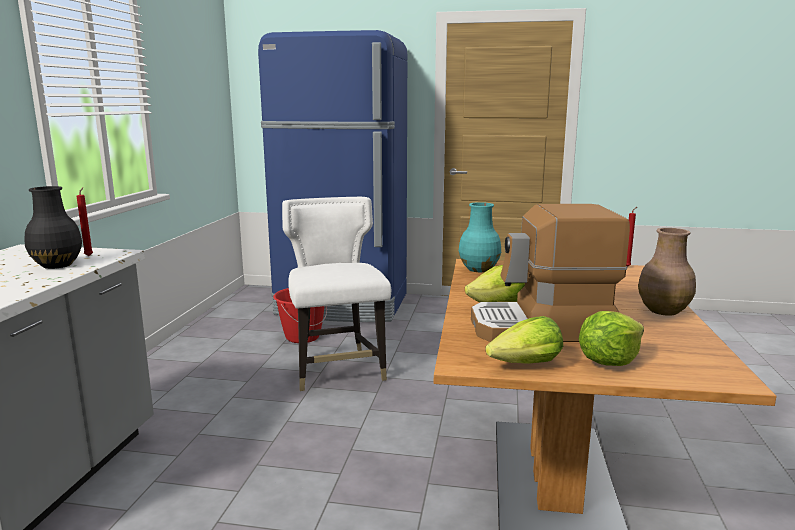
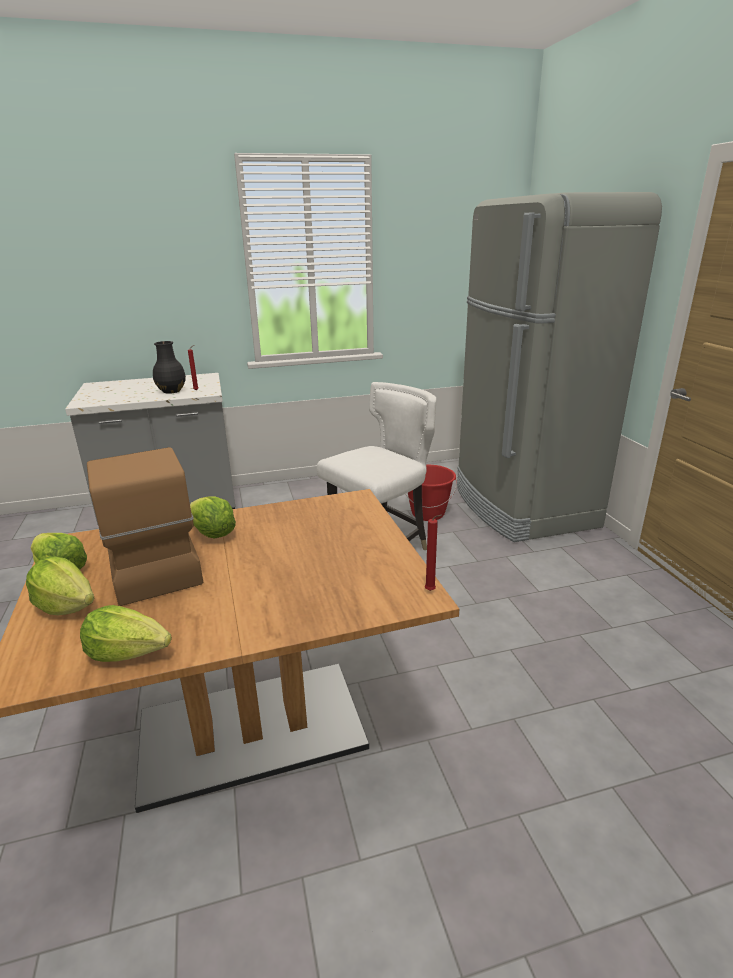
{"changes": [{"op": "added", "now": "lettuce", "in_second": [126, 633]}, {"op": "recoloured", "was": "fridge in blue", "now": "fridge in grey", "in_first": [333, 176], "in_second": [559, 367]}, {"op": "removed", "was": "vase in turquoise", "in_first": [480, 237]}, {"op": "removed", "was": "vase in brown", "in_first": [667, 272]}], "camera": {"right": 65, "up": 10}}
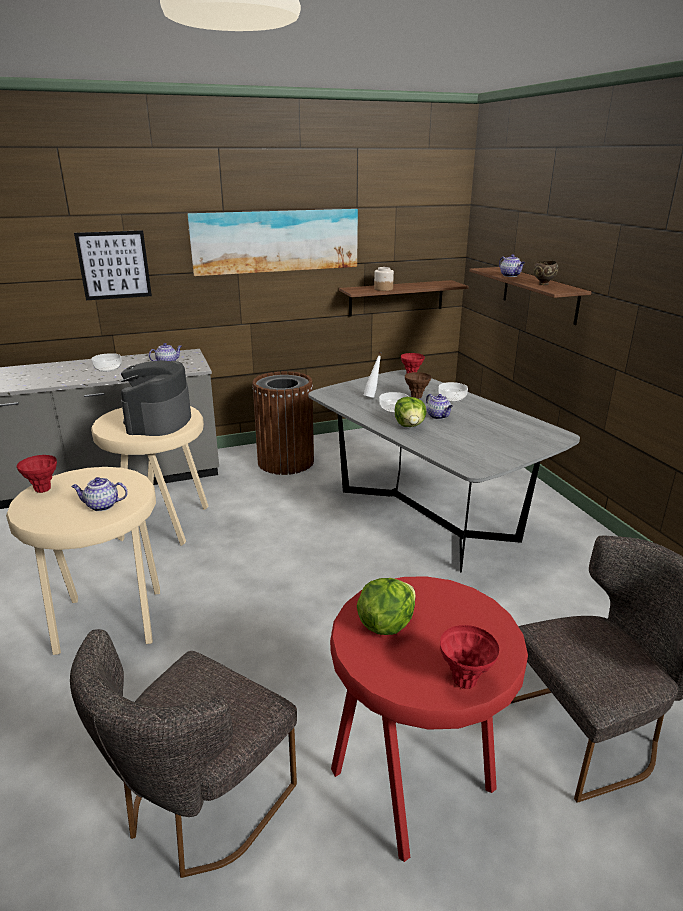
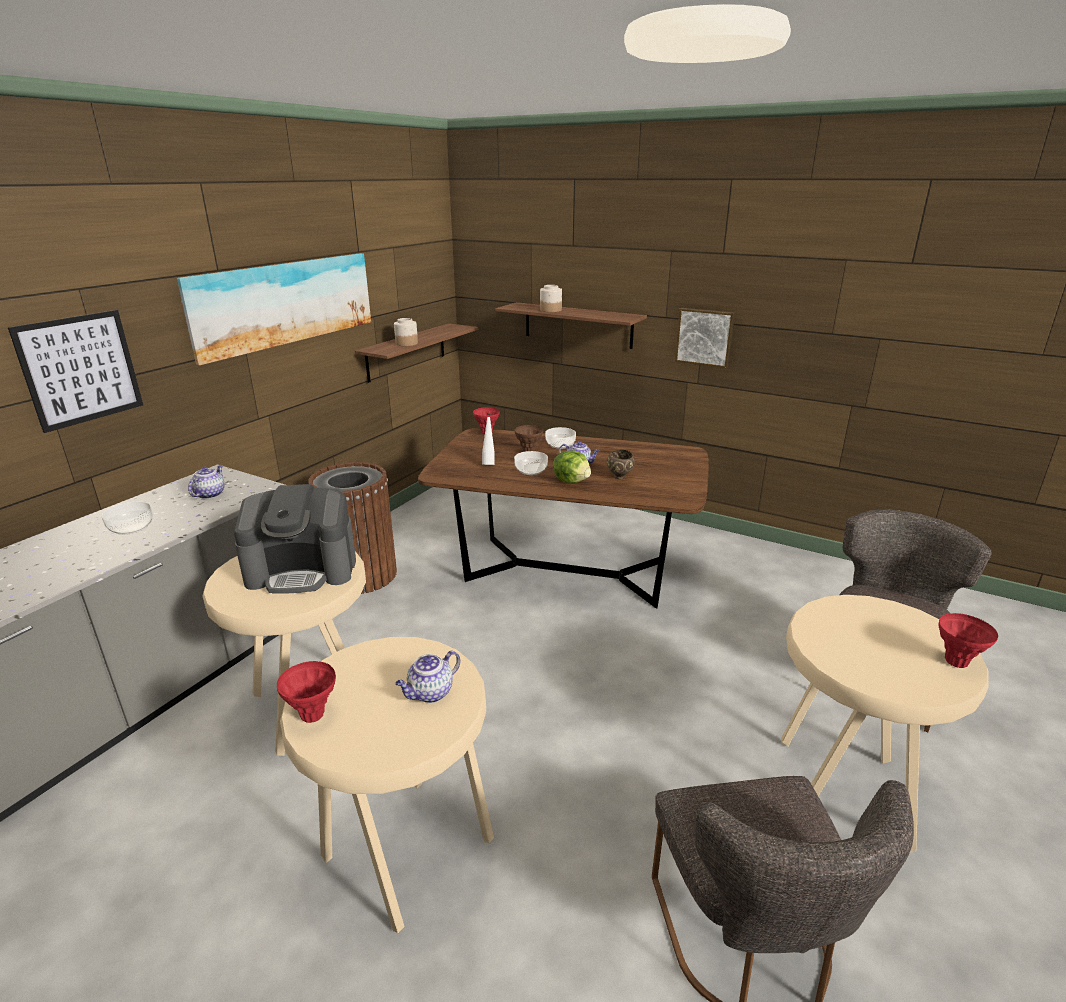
{"changes": [{"op": "turned", "was": "coffee machine", "in_first": [156, 398], "in_second": [295, 539], "clockwise": -60}, {"op": "recoloured", "was": "dining table in grey", "now": "dining table in brown", "in_first": [444, 471], "in_second": [563, 518]}, {"op": "replaced", "was": "teapot", "now": "jar", "in_first": [512, 265], "in_second": [551, 298]}, {"op": "moved", "was": "bowl in brown", "in_first": [545, 273], "in_second": [621, 464]}, {"op": "added", "now": "picture", "in_second": [705, 338]}, {"op": "recoloured", "was": "stool in red", "now": "stool in beige", "in_first": [429, 719], "in_second": [885, 724]}, {"op": "removed", "was": "lettuce", "in_first": [386, 606]}], "camera": {"right": -40, "up": 0}}
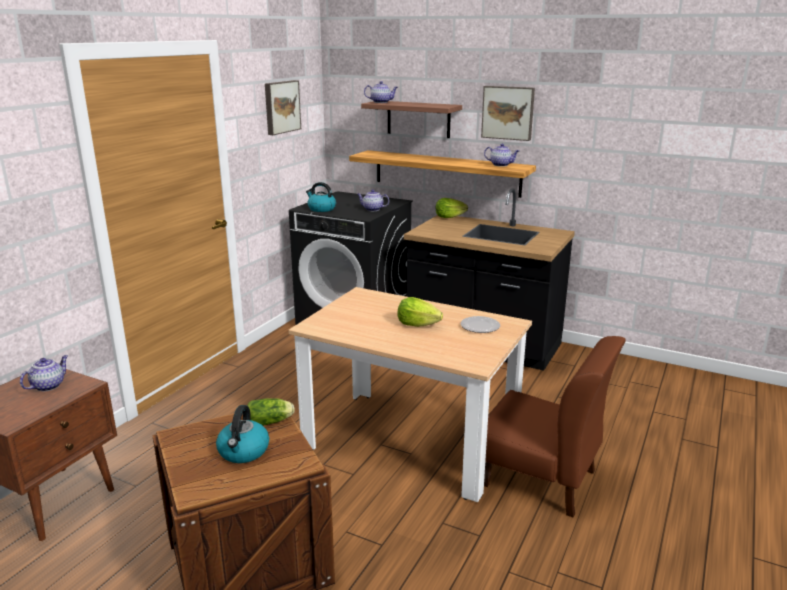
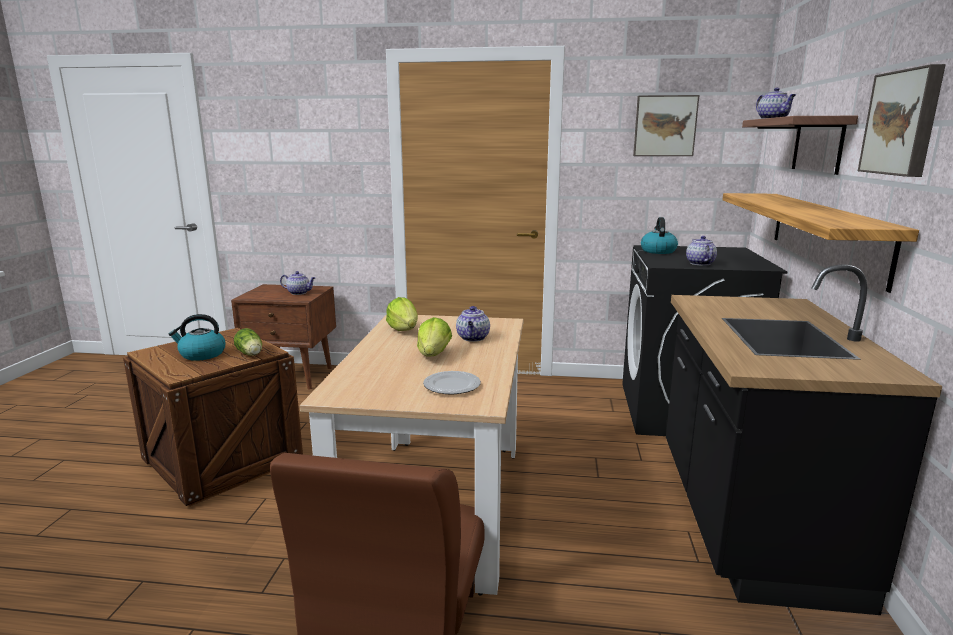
{"changes": [{"op": "moved", "was": "lettuce", "in_first": [452, 208], "in_second": [402, 314]}, {"op": "moved", "was": "teapot", "in_first": [501, 155], "in_second": [473, 324]}], "camera": {"right": 70, "up": -5}}
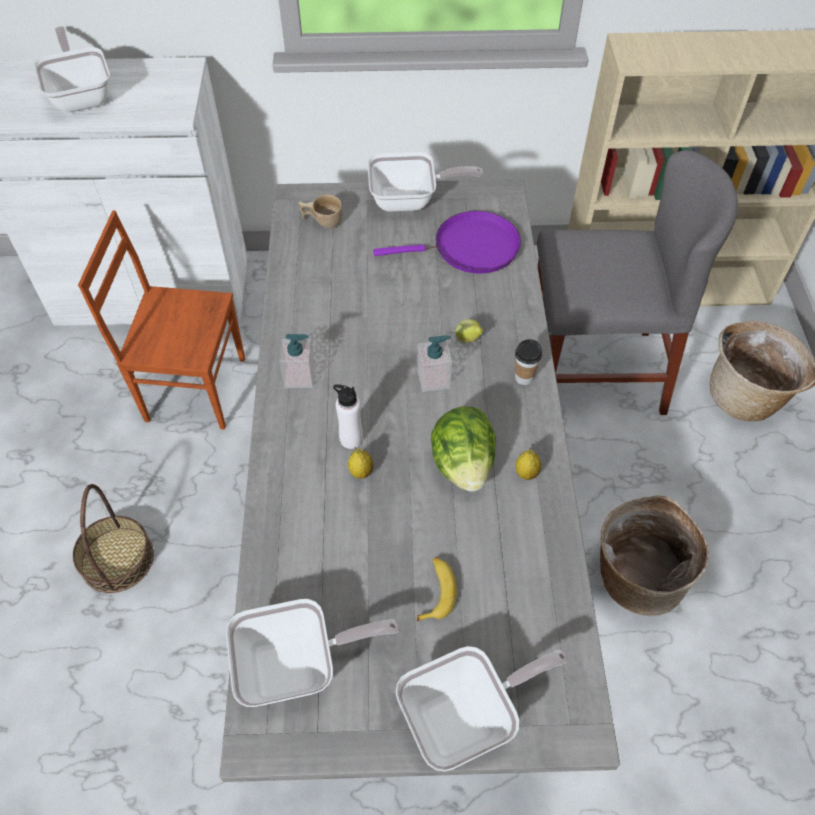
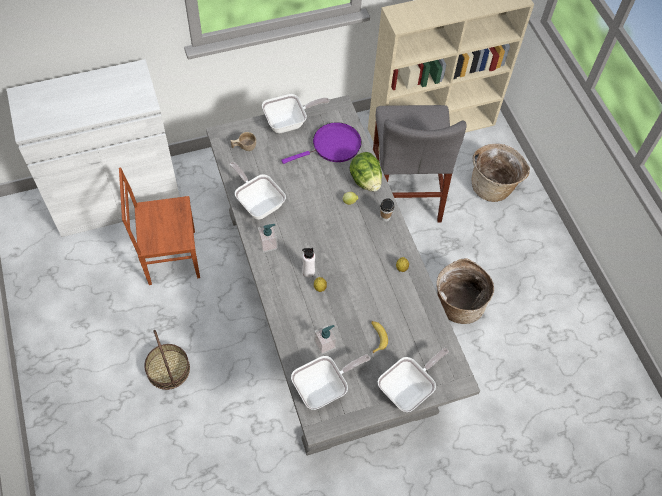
{"changes": [{"op": "moved", "was": "frying pan", "in_first": [72, 69], "in_second": [257, 191]}, {"op": "moved", "was": "soap dispenser", "in_first": [434, 364], "in_second": [325, 339]}, {"op": "moved", "was": "lettuce", "in_first": [463, 449], "in_second": [365, 171]}, {"op": "turned", "was": "chair in grey", "in_first": [637, 282], "in_second": [420, 164], "clockwise": 105}], "camera": {"right": -20, "up": 5}}
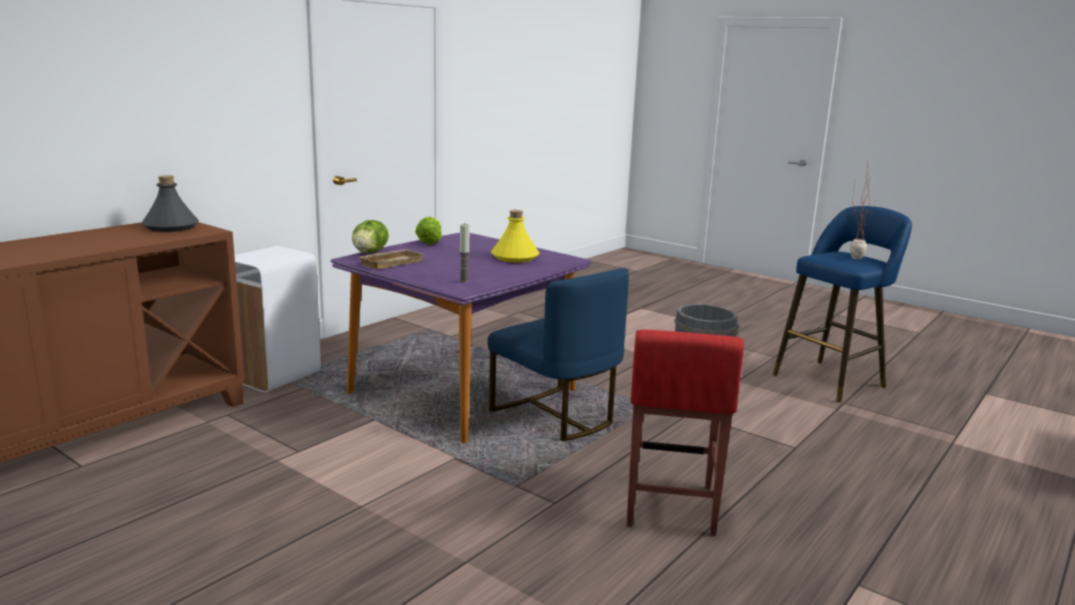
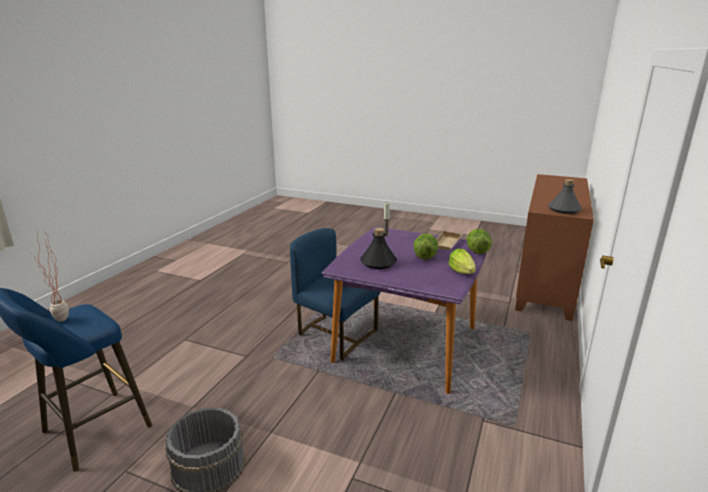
{"changes": [{"op": "recoloured", "was": "bottle in yellow", "now": "bottle in black", "in_first": [515, 236], "in_second": [378, 248]}, {"op": "added", "now": "lettuce", "in_second": [425, 246]}, {"op": "removed", "was": "trash can in white", "in_first": [277, 319]}, {"op": "removed", "was": "stool in red", "in_first": [685, 433]}], "camera": {"right": 165, "up": 5}}
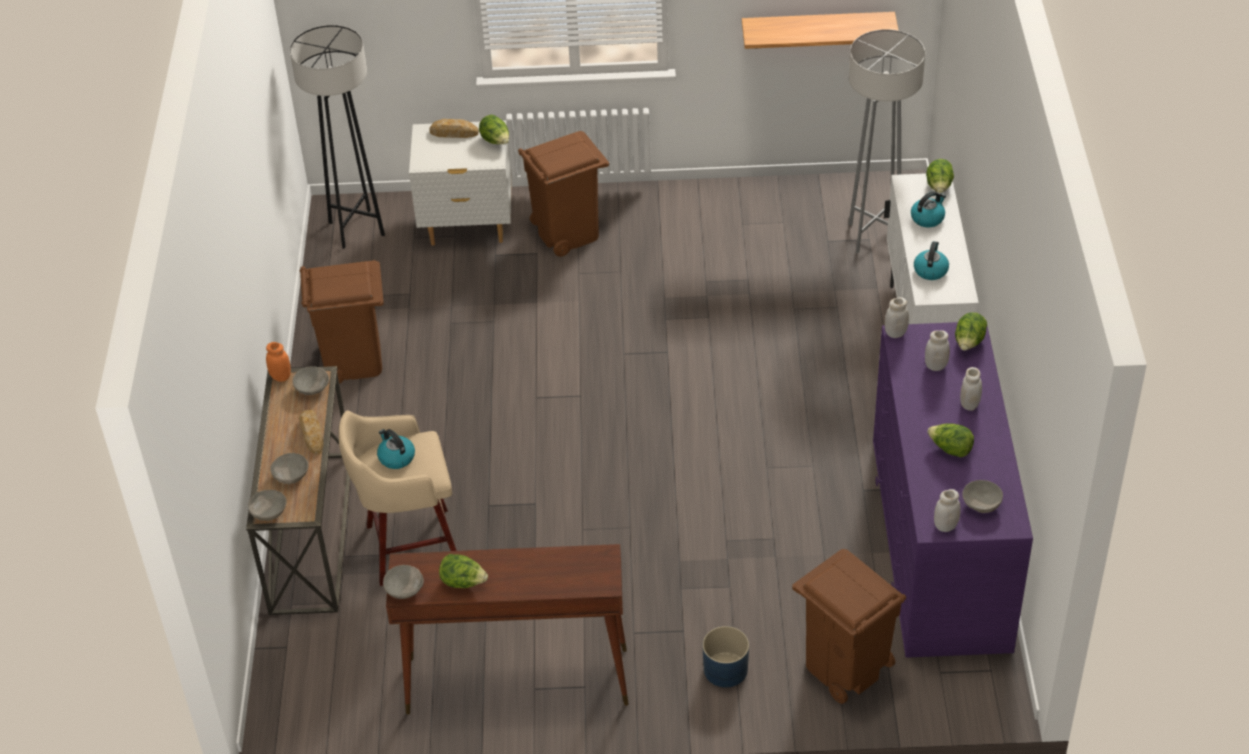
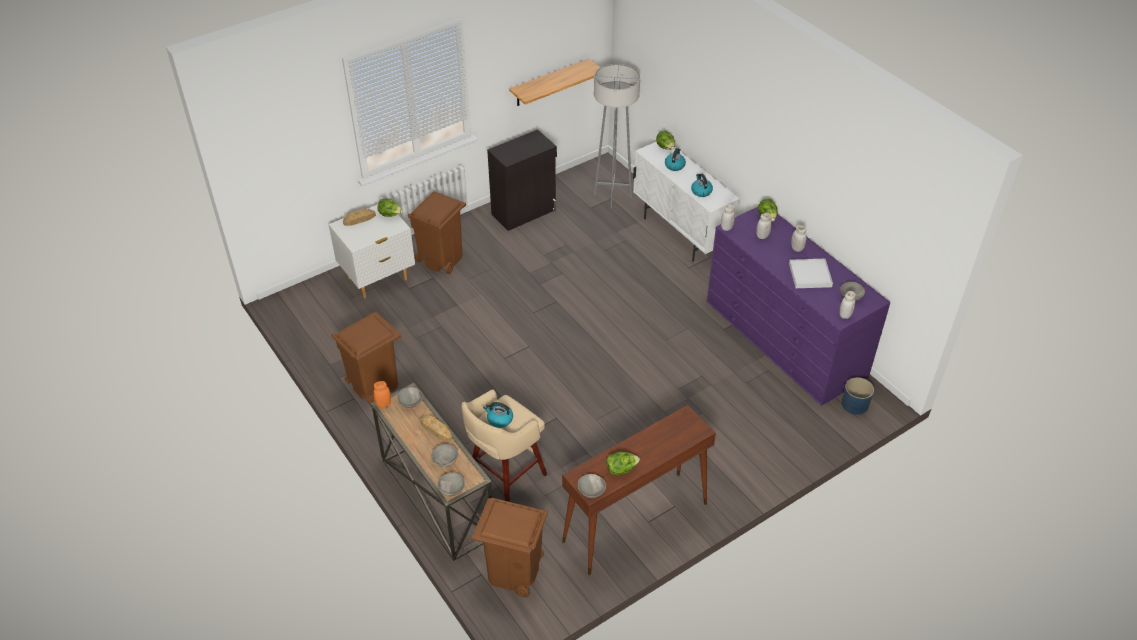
{"changes": [{"op": "moved", "was": "trash can in brown", "in_first": [849, 626], "in_second": [510, 547]}, {"op": "added", "now": "cabinet in black", "in_second": [522, 180]}, {"op": "replaced", "was": "lettuce", "now": "tray in white", "in_first": [950, 440], "in_second": [811, 273]}, {"op": "moved", "was": "planter in blue", "in_first": [726, 657], "in_second": [858, 396]}, {"op": "removed", "was": "floor lamp in grey", "in_first": [337, 137]}], "camera": {"right": -35, "up": 0}}
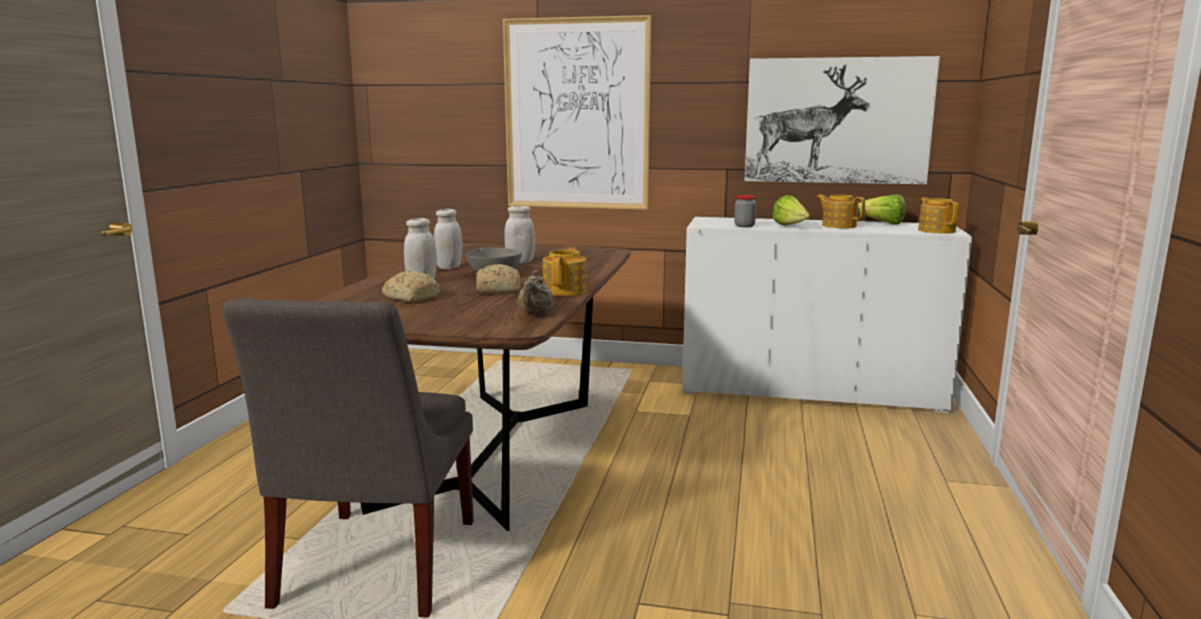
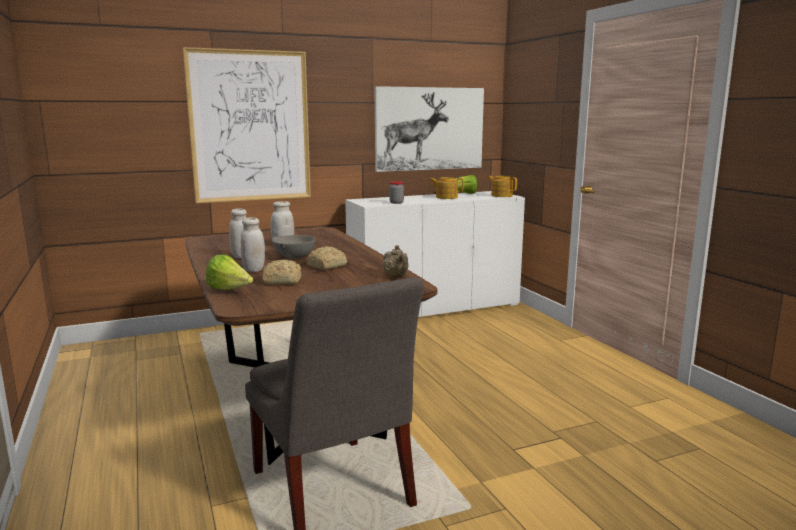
{"changes": [{"op": "moved", "was": "lettuce", "in_first": [791, 210], "in_second": [229, 272]}, {"op": "removed", "was": "teapot", "in_first": [565, 271]}], "camera": {"right": -35, "up": 0}}
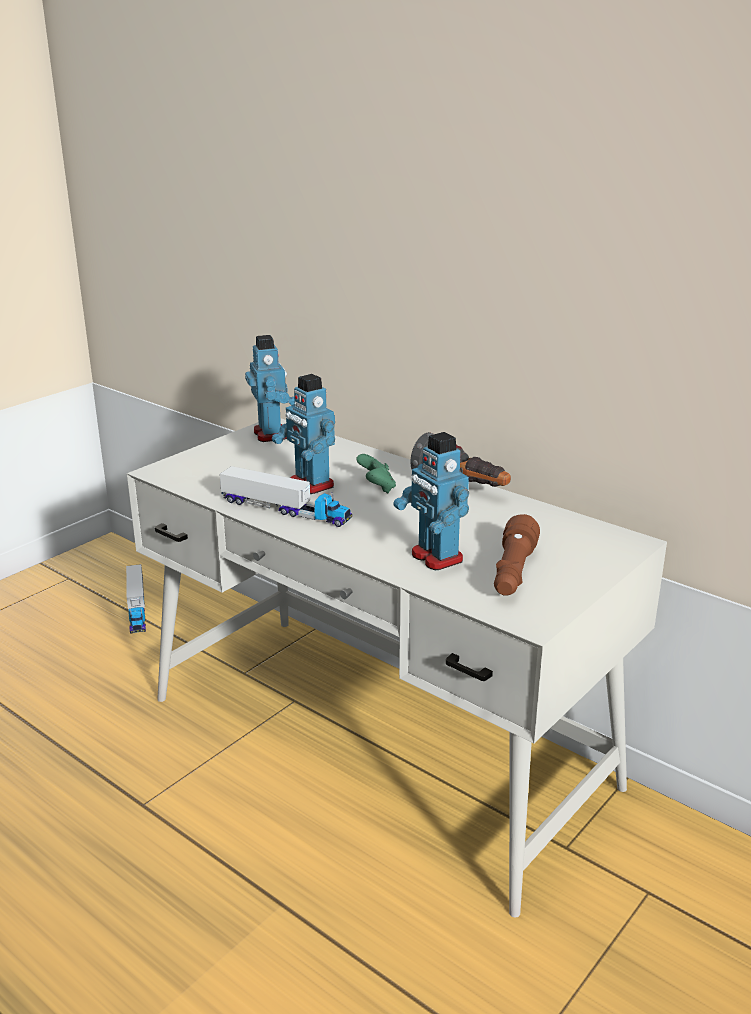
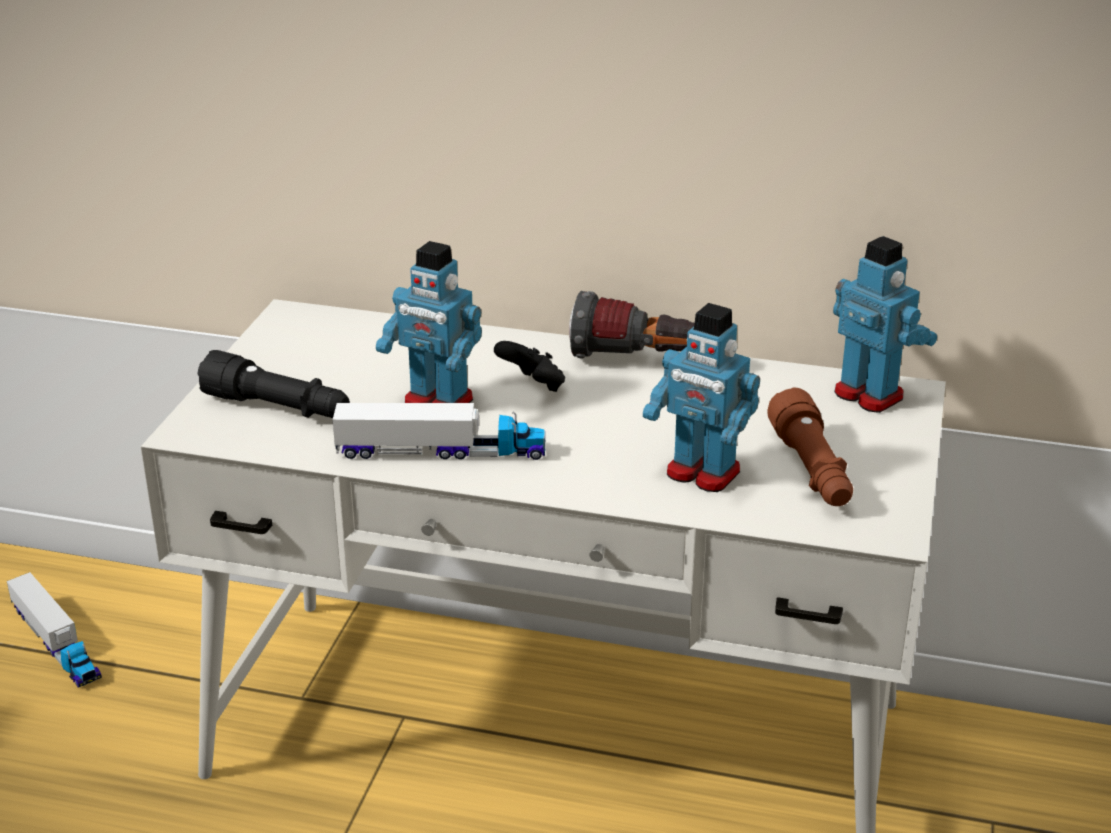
{"changes": [{"op": "added", "now": "flashlight in black", "in_second": [273, 384]}, {"op": "recoloured", "was": "game controller in green", "now": "game controller in black", "in_first": [376, 473], "in_second": [529, 366]}, {"op": "moved", "was": "toy robot", "in_first": [270, 388], "in_second": [885, 324]}], "camera": {"right": -25, "up": 5}}
